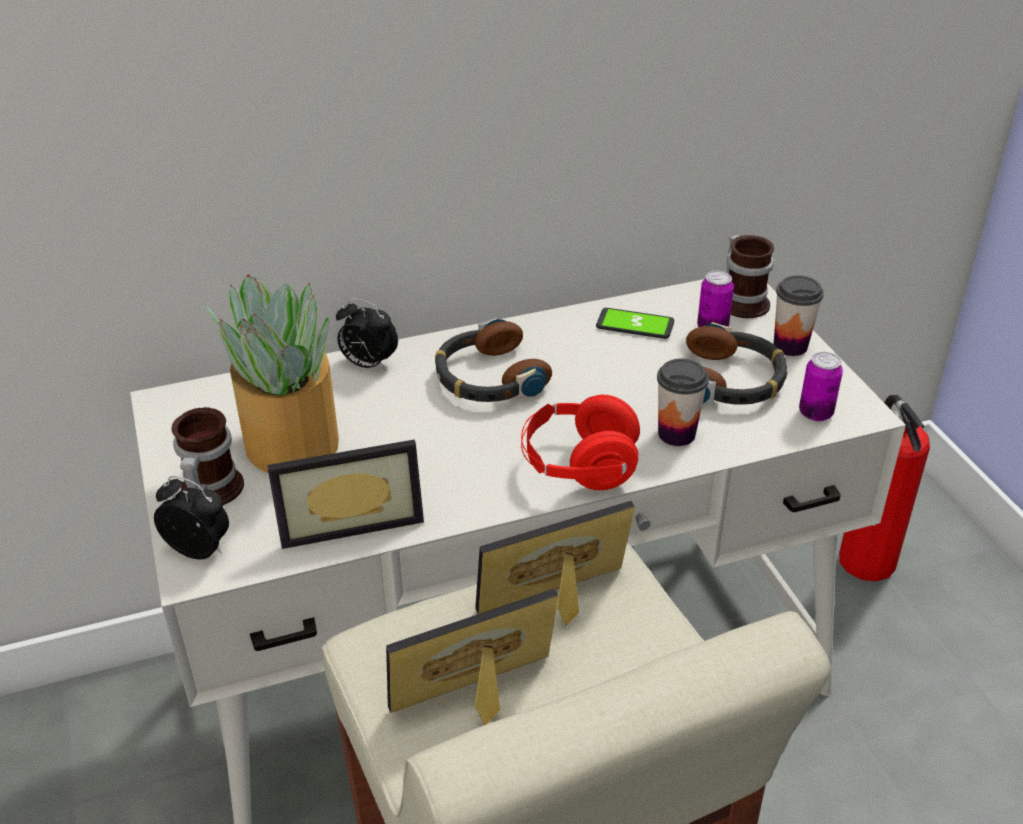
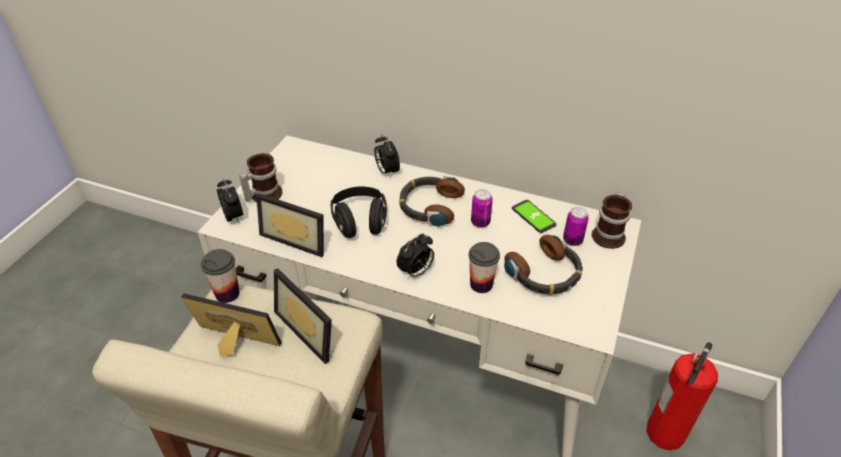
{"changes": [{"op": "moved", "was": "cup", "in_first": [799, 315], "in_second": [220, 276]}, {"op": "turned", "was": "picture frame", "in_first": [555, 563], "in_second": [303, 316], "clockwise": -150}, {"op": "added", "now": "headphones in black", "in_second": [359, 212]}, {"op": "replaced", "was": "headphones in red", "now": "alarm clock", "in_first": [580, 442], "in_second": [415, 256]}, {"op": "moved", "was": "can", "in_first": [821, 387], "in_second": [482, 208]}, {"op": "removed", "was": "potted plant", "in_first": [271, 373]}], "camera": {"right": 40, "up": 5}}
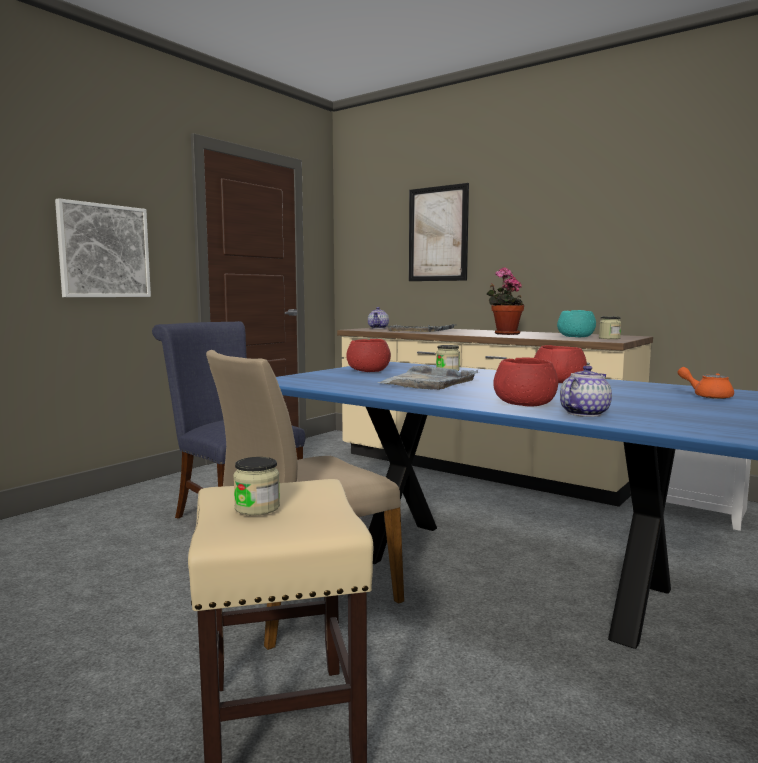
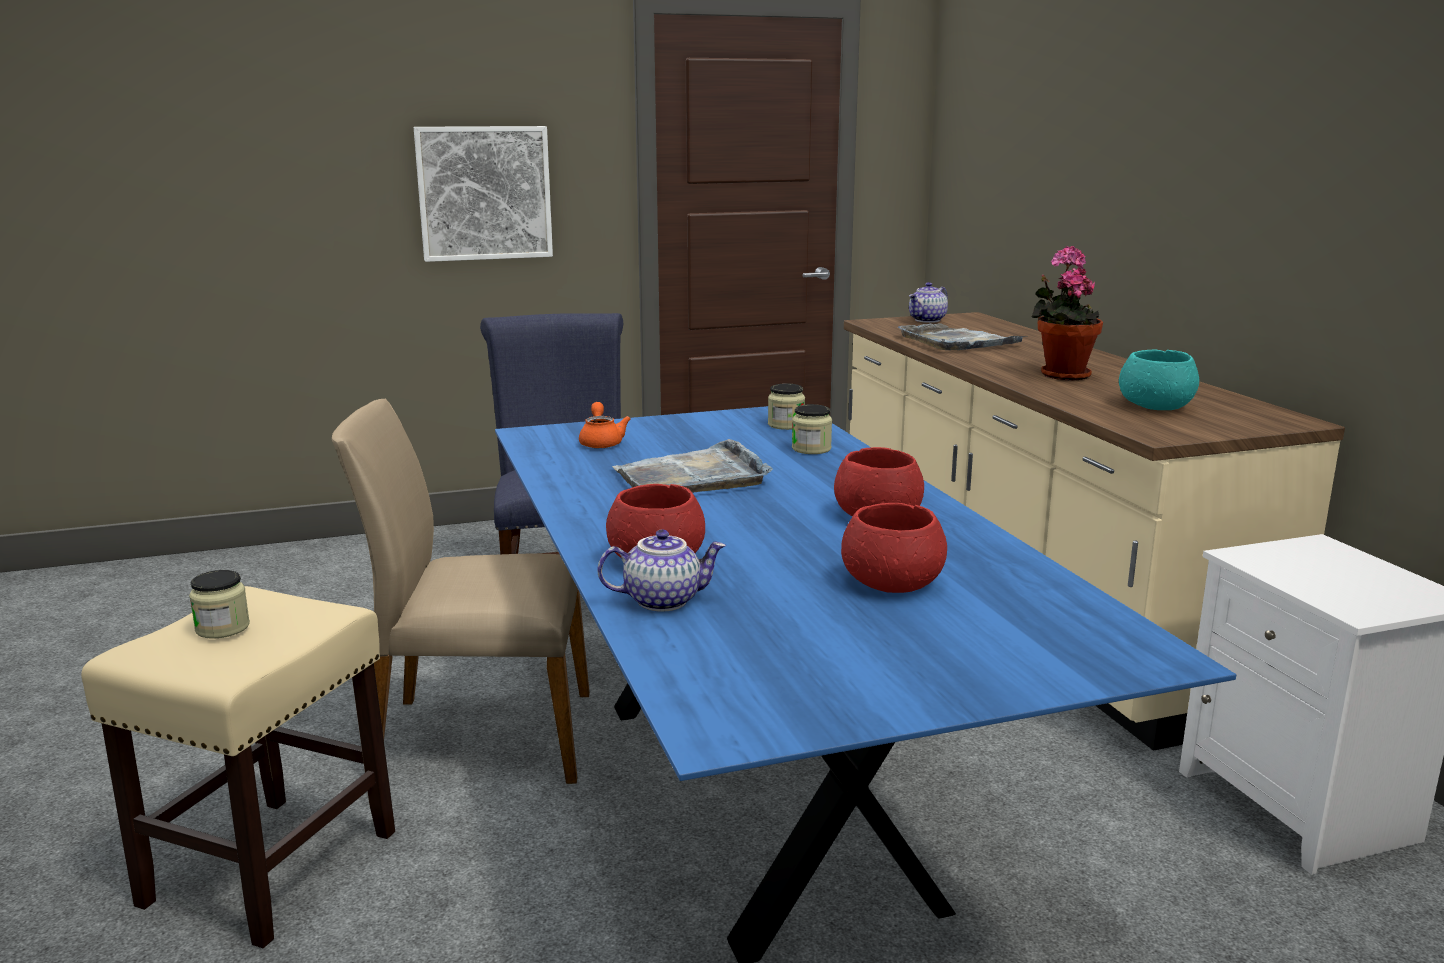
{"changes": [{"op": "moved", "was": "teapot in orange", "in_first": [706, 383], "in_second": [605, 425]}, {"op": "moved", "was": "jar", "in_first": [610, 327], "in_second": [786, 407]}, {"op": "moved", "was": "bowl in red", "in_first": [368, 355], "in_second": [894, 548]}, {"op": "removed", "was": "picture", "in_first": [439, 232]}], "camera": {"right": 35, "up": 10}}
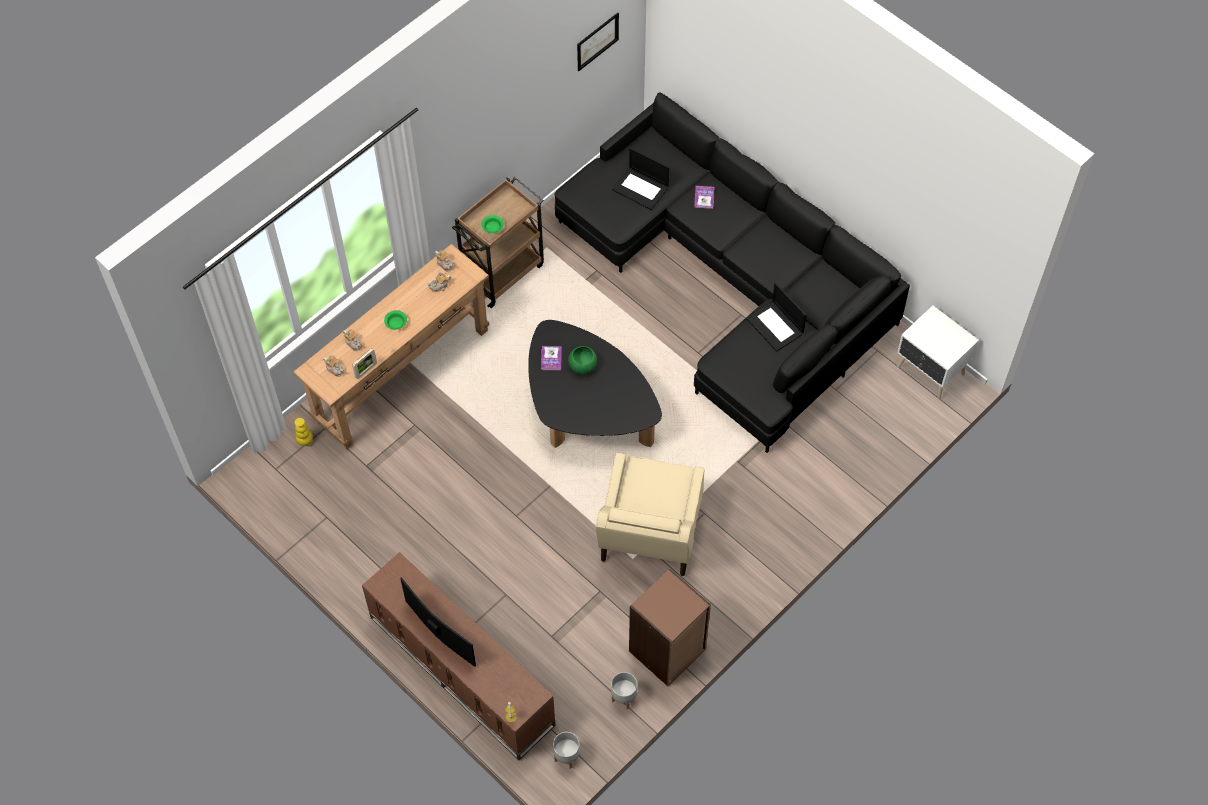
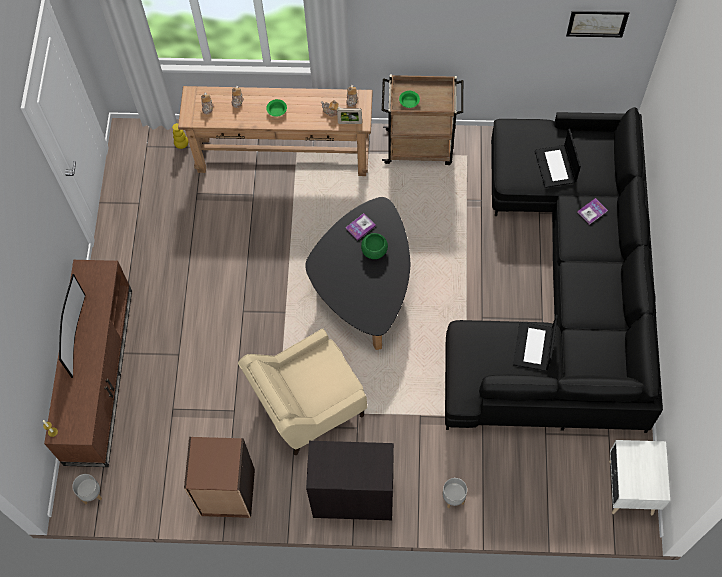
{"changes": [{"op": "added", "now": "cabinet in black", "in_second": [350, 480]}, {"op": "moved", "was": "picture frame", "in_first": [364, 363], "in_second": [349, 116]}, {"op": "moved", "was": "planter in grey", "in_first": [624, 690], "in_second": [455, 493]}], "camera": {"right": 50, "up": 5}}
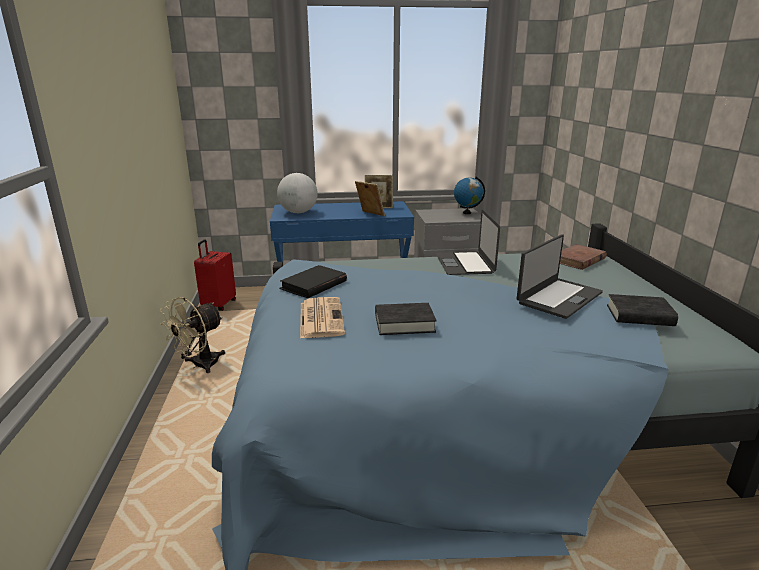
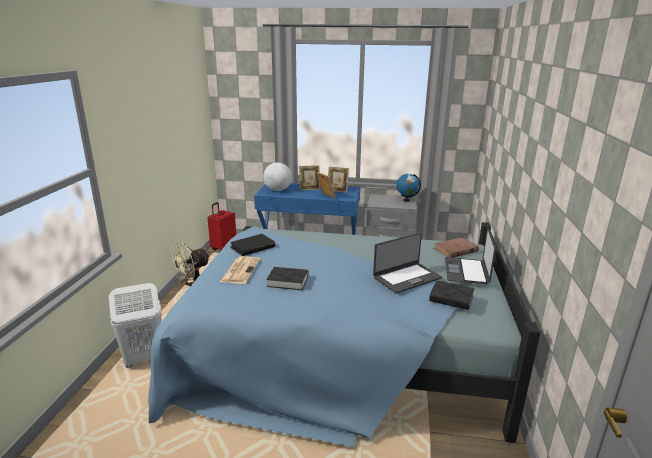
{"changes": [{"op": "added", "now": "laundry basket in white", "in_second": [135, 325]}, {"op": "added", "now": "picture frame", "in_second": [309, 177]}, {"op": "moved", "was": "laptop", "in_first": [468, 242], "in_second": [470, 255]}], "camera": {"right": 15, "up": 0}}
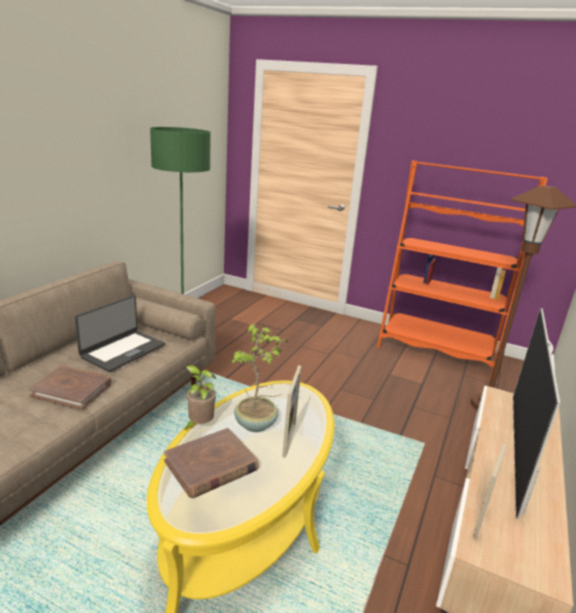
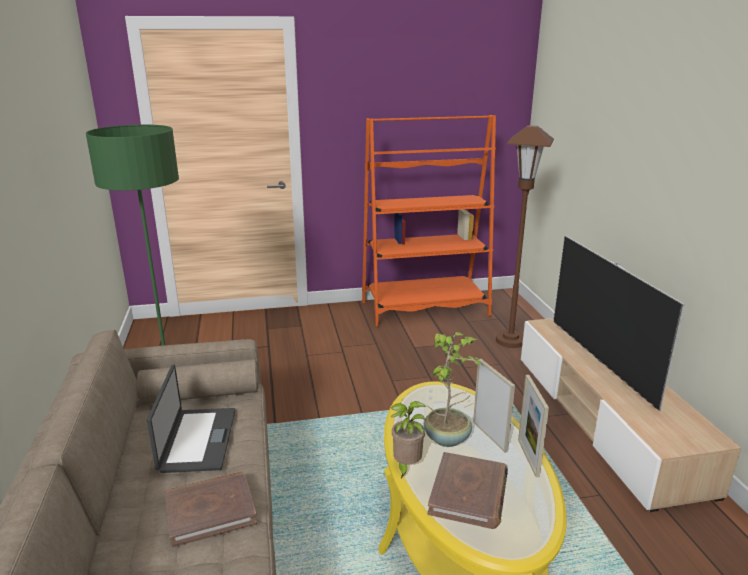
{"changes": [{"op": "moved", "was": "picture frame", "in_first": [490, 491], "in_second": [533, 426]}], "camera": {"right": -35, "up": 0}}
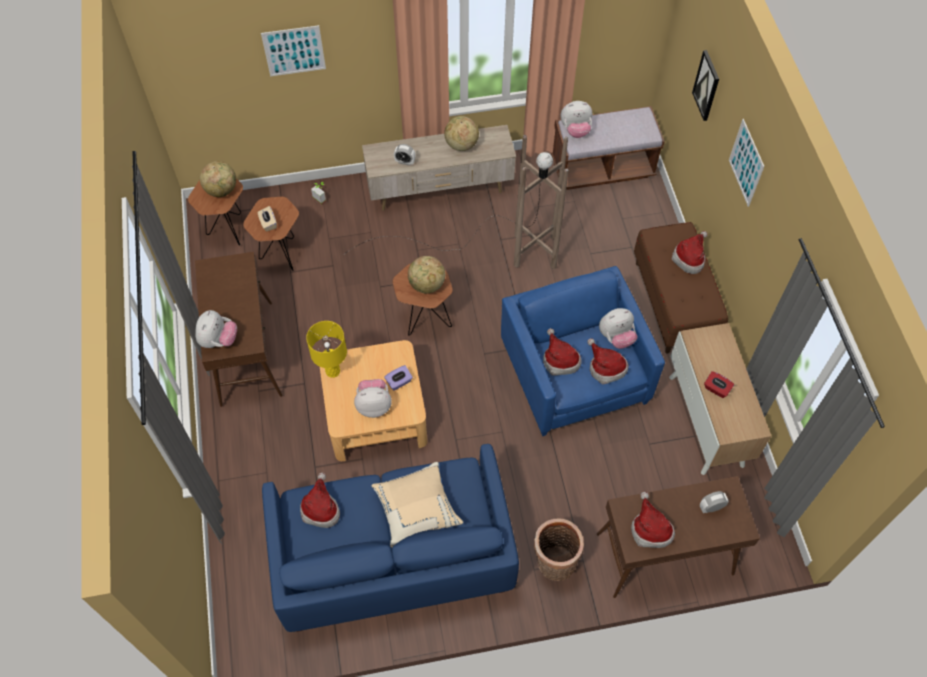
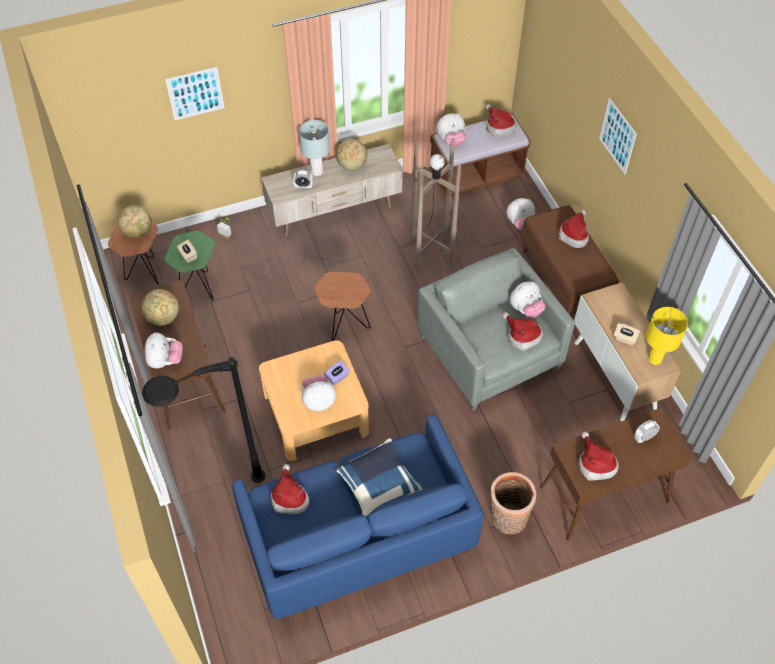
{"changes": [{"op": "moved", "was": "globe", "in_first": [426, 274], "in_second": [160, 307]}, {"op": "added", "now": "floor lamp in black", "in_second": [204, 420]}, {"op": "recoloured", "was": "side table in brown", "now": "side table in green", "in_first": [271, 234], "in_second": [190, 265]}, {"op": "added", "now": "table lamp in grey", "in_second": [314, 148]}, {"op": "recoloured", "was": "pillow in beige", "now": "pillow in blue", "in_first": [417, 505], "in_second": [379, 477]}, {"op": "recoloured", "was": "armchair in blue", "now": "armchair in grey", "in_first": [583, 351], "in_second": [496, 329]}, {"op": "moved", "was": "hat", "in_first": [562, 352], "in_second": [501, 120]}, {"op": "added", "now": "plush toy", "in_second": [521, 214]}, {"op": "recoloured", "was": "tissue box in red", "now": "tissue box in beige", "in_first": [719, 384], "in_second": [627, 334]}, {"op": "moved", "was": "table lamp in yellow", "in_first": [326, 349], "in_second": [667, 336]}, {"op": "removed", "was": "picture", "in_first": [705, 85]}], "camera": {"right": -10, "up": -5}}
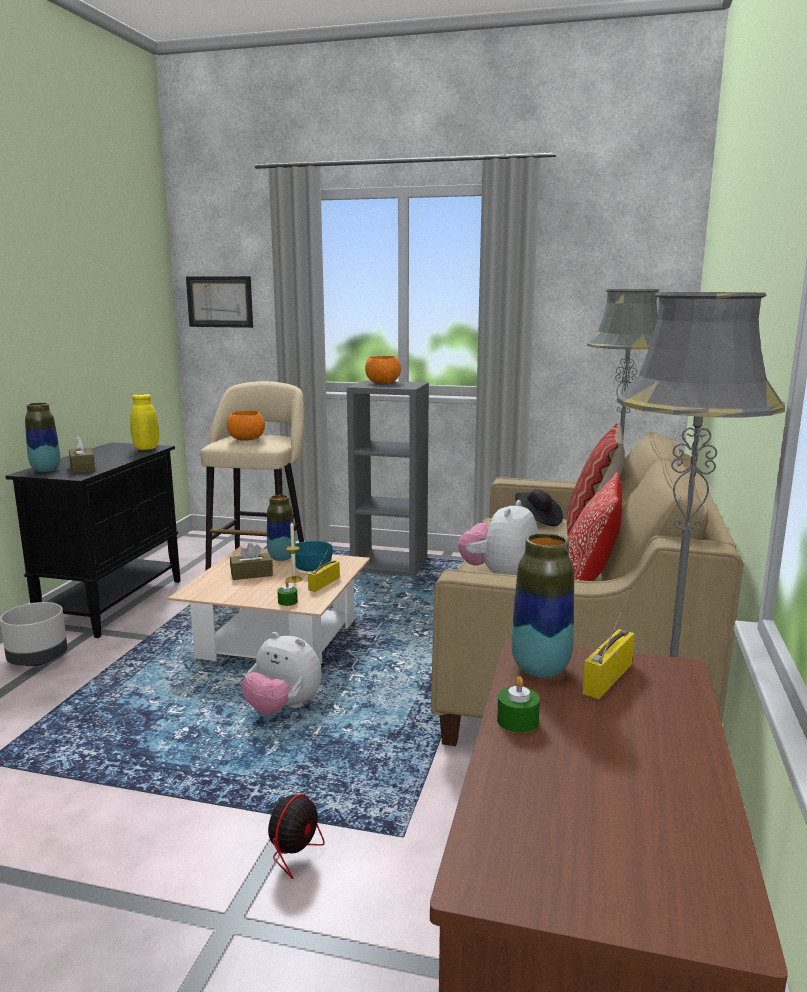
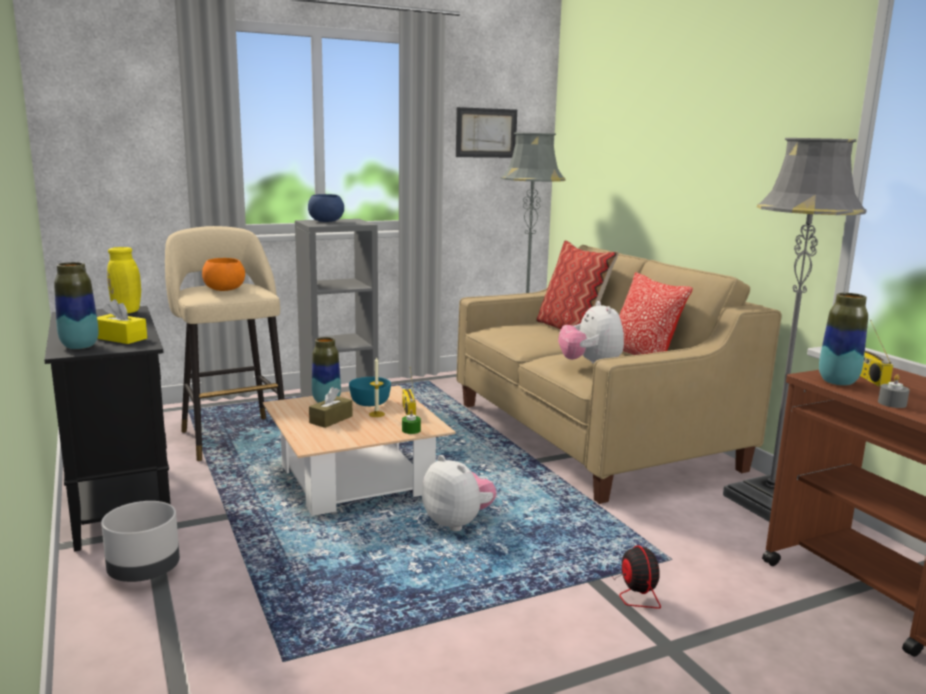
{"changes": [{"op": "recoloured", "was": "tissue box in brown", "now": "tissue box in yellow", "in_first": [82, 454], "in_second": [122, 321]}, {"op": "recoloured", "was": "bowl in orange", "now": "bowl in blue", "in_first": [383, 370], "in_second": [326, 208]}, {"op": "turned", "was": "plush toy", "in_first": [282, 673], "in_second": [459, 493], "clockwise": -120}, {"op": "moved", "was": "picture", "in_first": [219, 302], "in_second": [486, 132]}, {"op": "recoloured", "was": "candle in green", "now": "candle in grey", "in_first": [518, 704], "in_second": [894, 391]}, {"op": "removed", "was": "hat in black", "in_first": [539, 508]}], "camera": {"right": -40, "up": 0}}
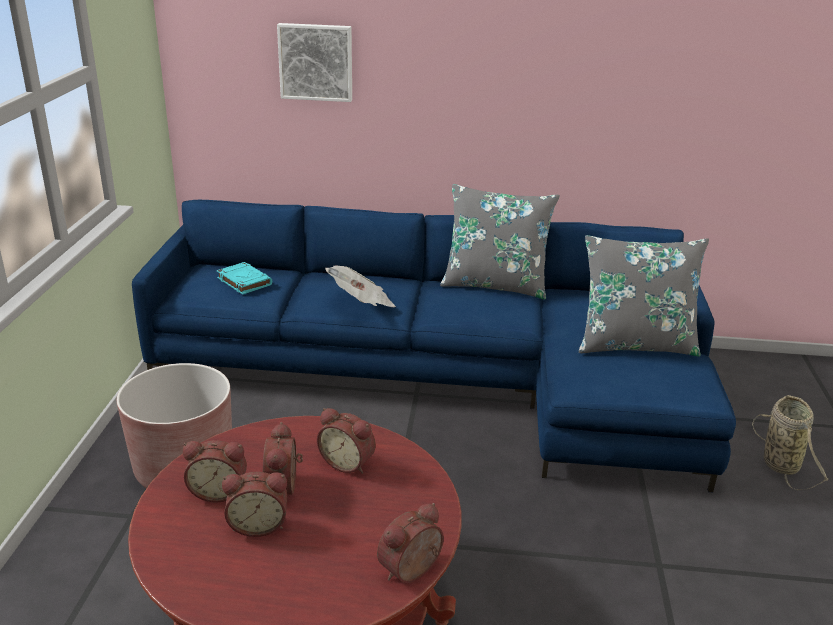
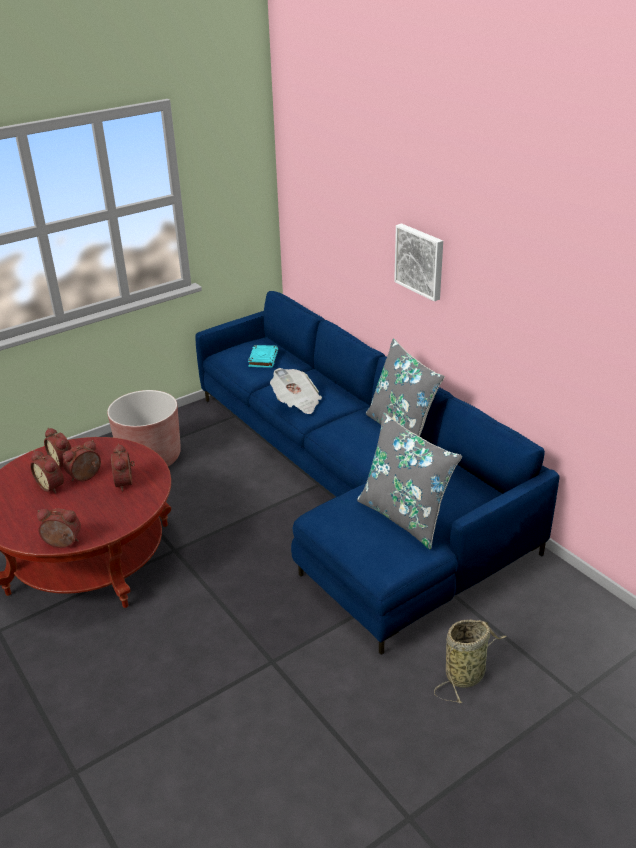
{"changes": [{"op": "moved", "was": "picture", "in_first": [314, 62], "in_second": [418, 262]}], "camera": {"right": 50, "up": 5}}
